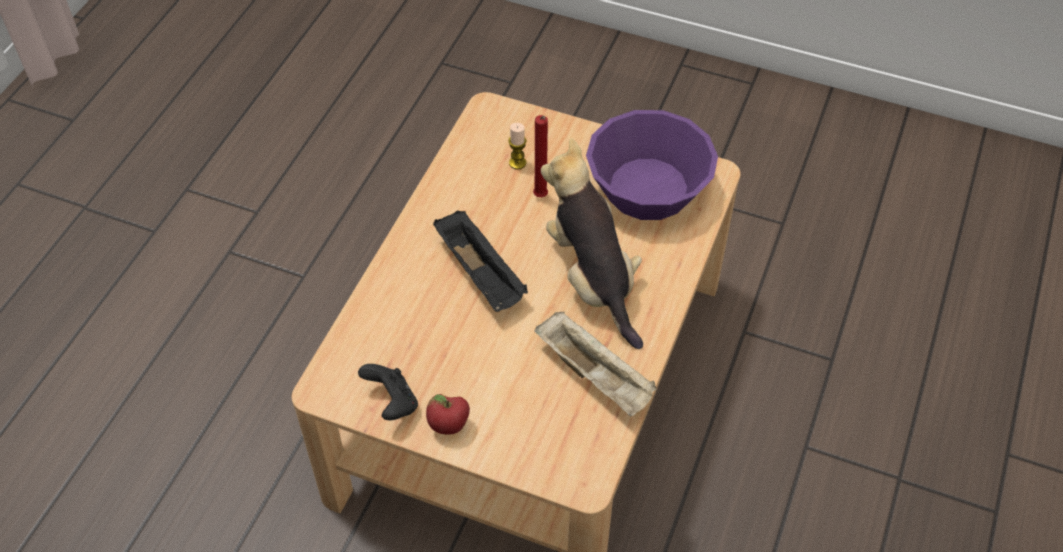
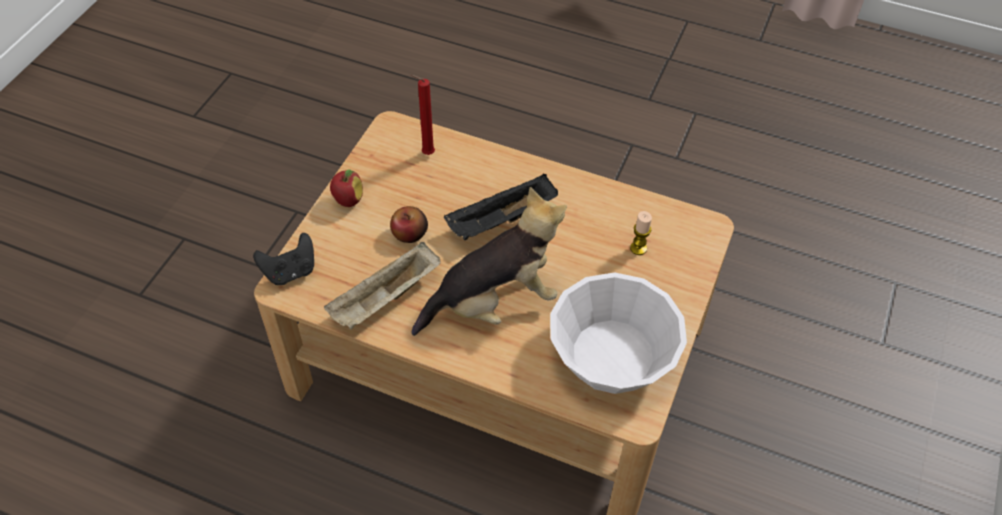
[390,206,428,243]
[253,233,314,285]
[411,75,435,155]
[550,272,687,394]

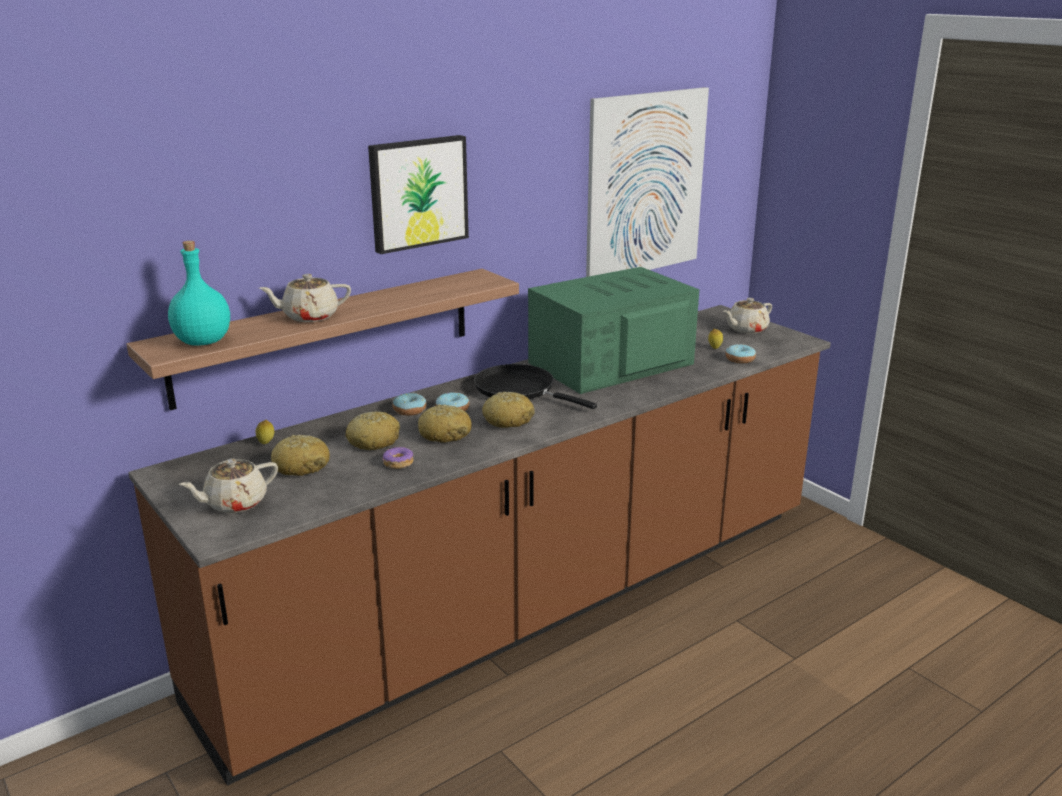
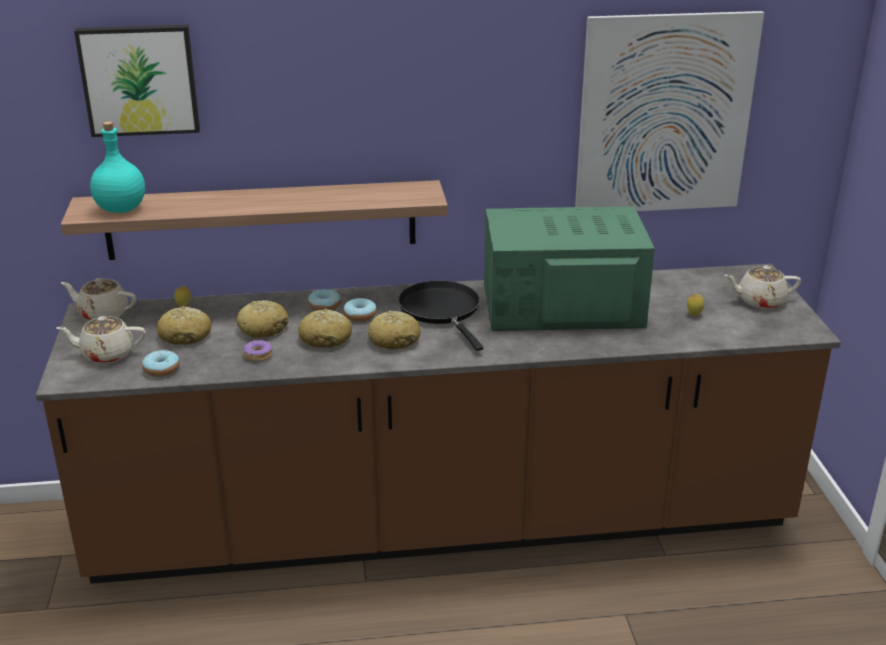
[61,278,136,321]
[74,25,200,137]
[142,350,180,377]

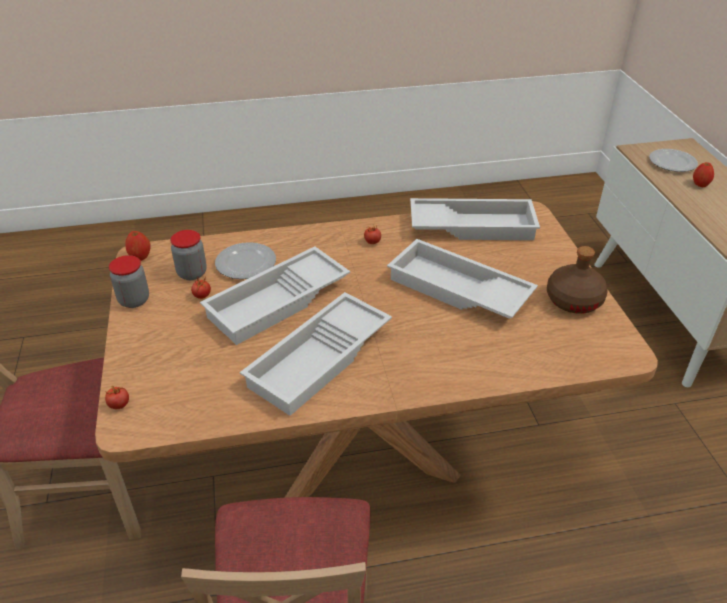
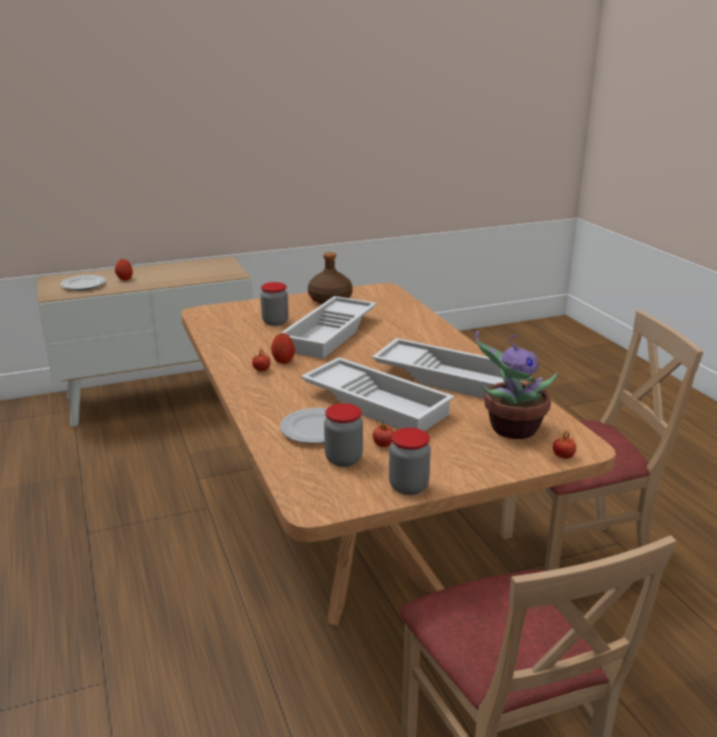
[410,198,540,240] (first image)
[261,282,288,326]
[475,331,558,439]
[271,333,295,364]

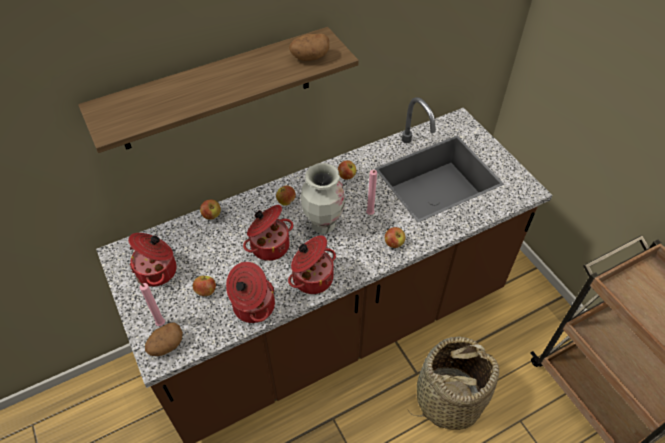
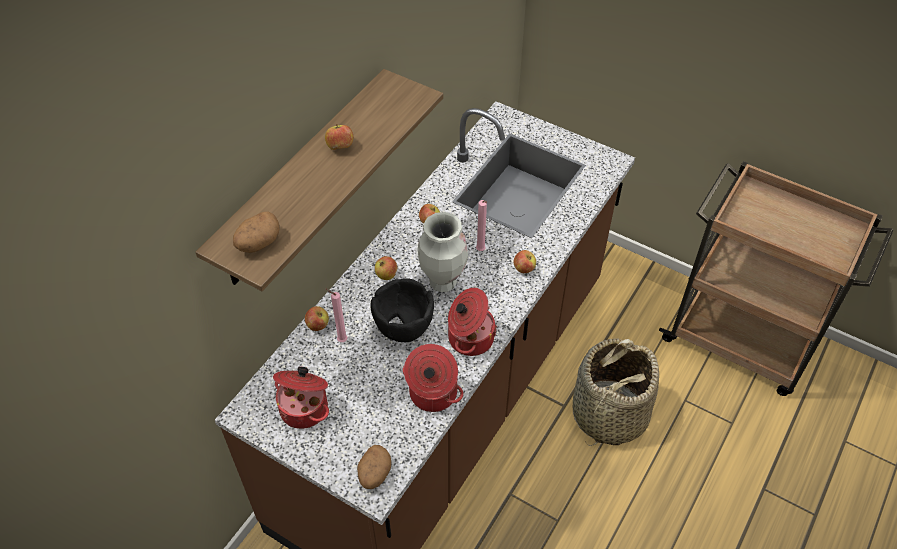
[326,289,347,342]
[325,124,353,150]
[233,211,279,253]
[370,278,434,342]

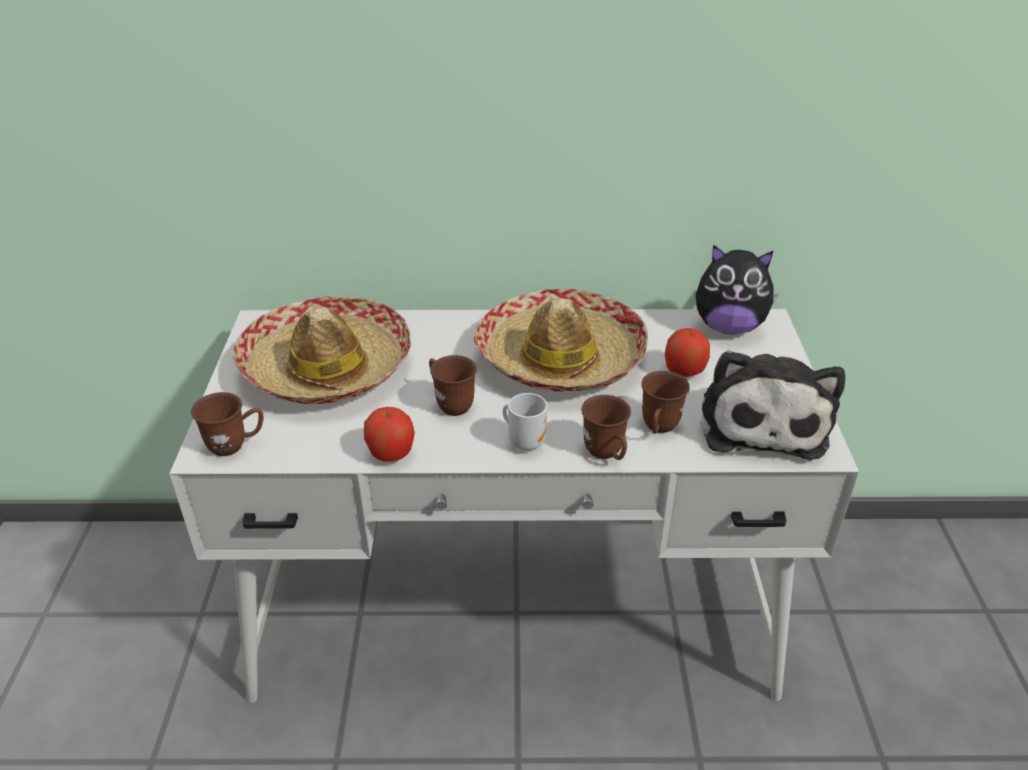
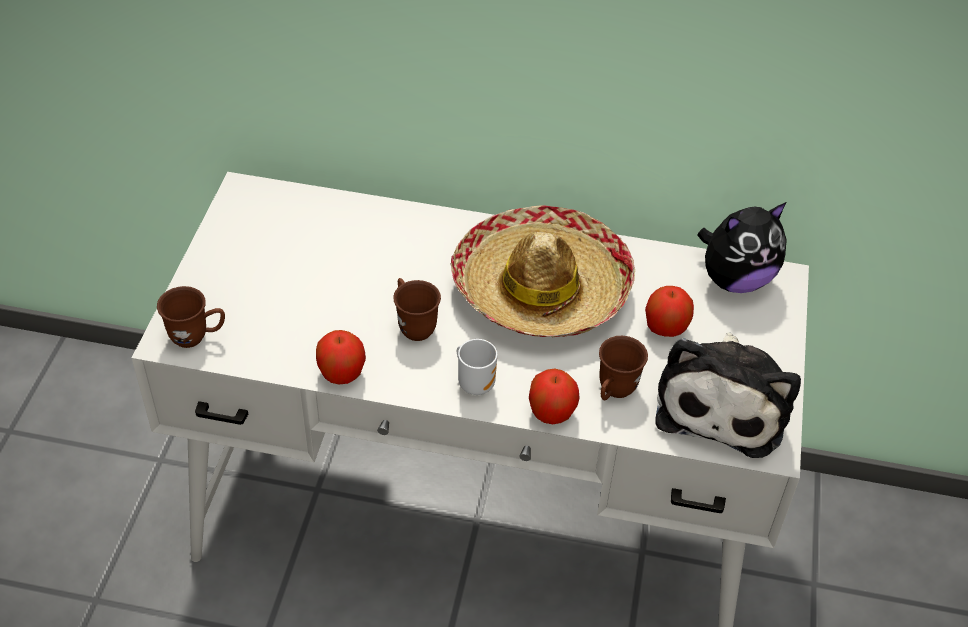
[233,296,411,404] (first image)
[529,368,580,424]
[697,202,787,293]

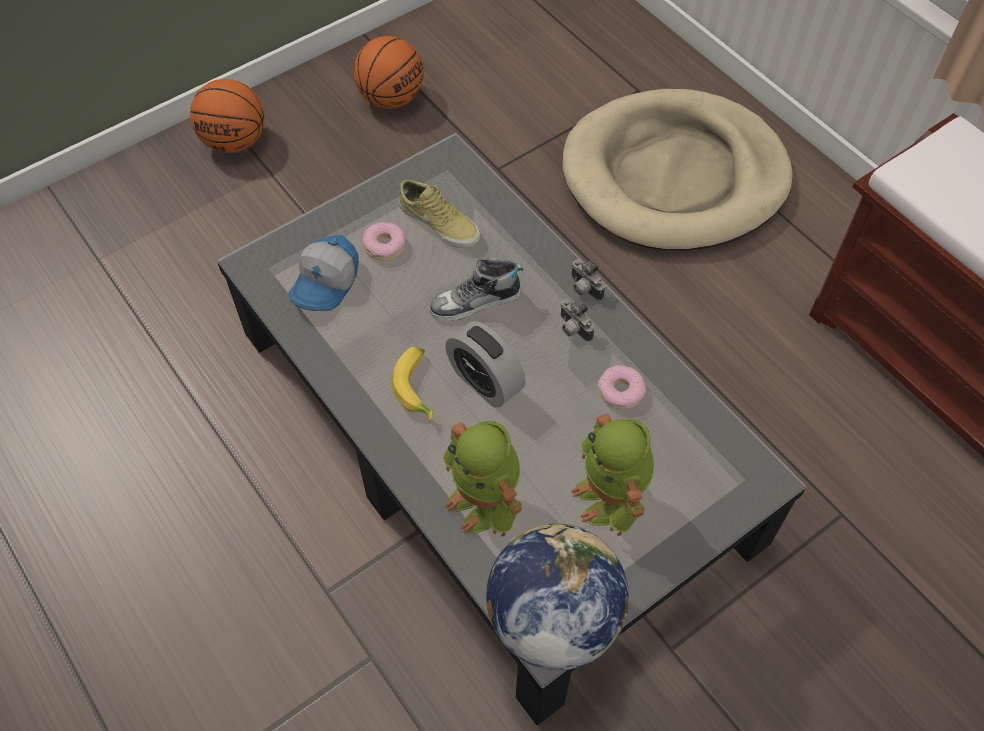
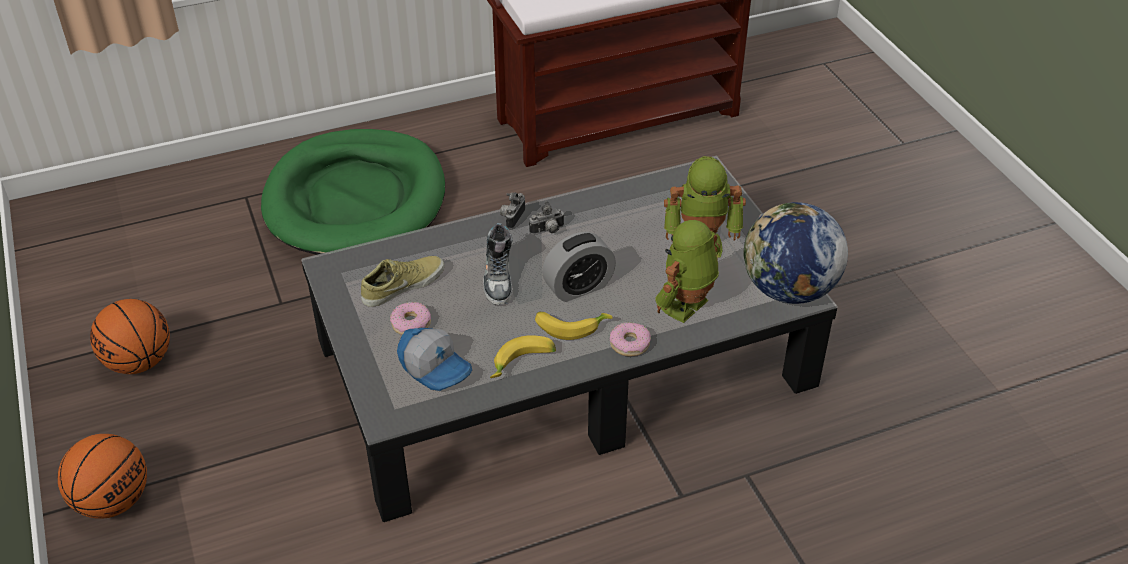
[490,335,556,378]
[610,322,651,357]
[261,129,445,255]
[655,220,720,323]
[500,192,525,229]

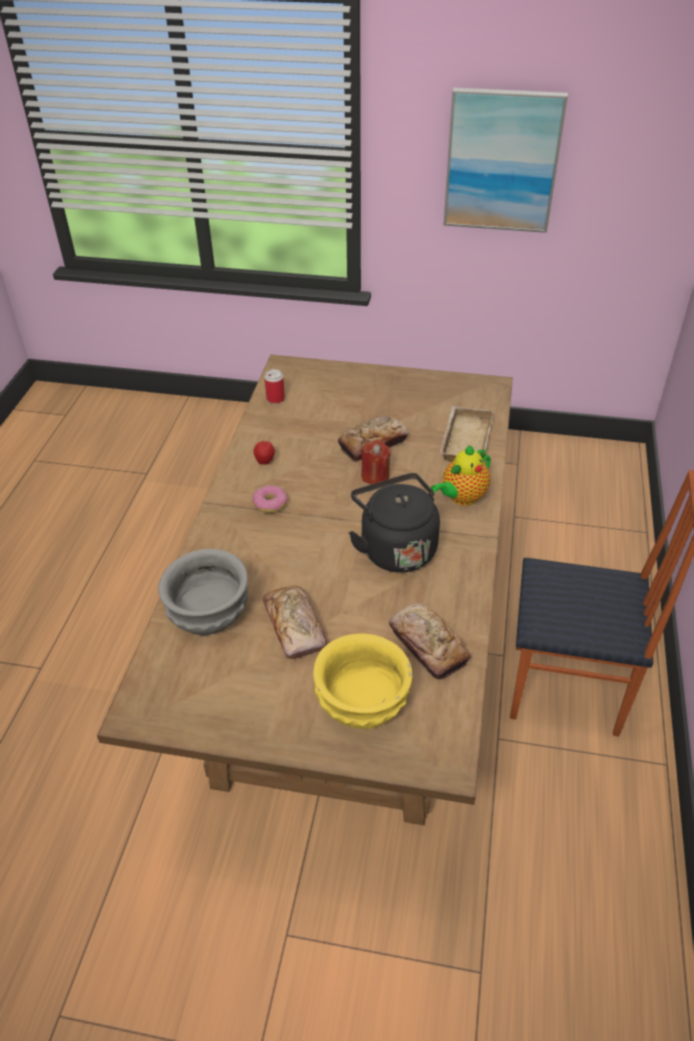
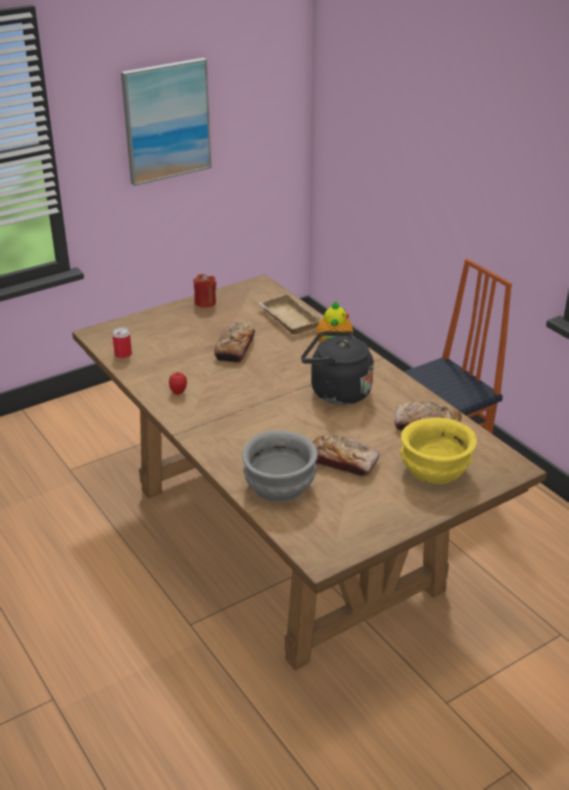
[252,485,288,513] (first image)
[194,274,216,308]

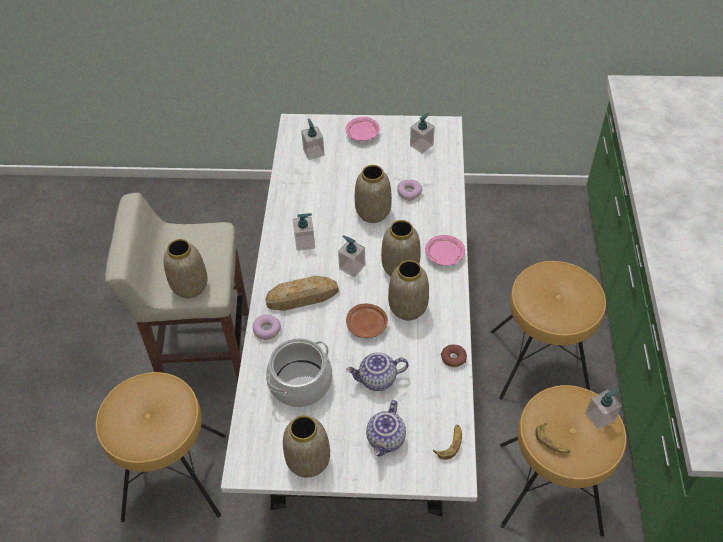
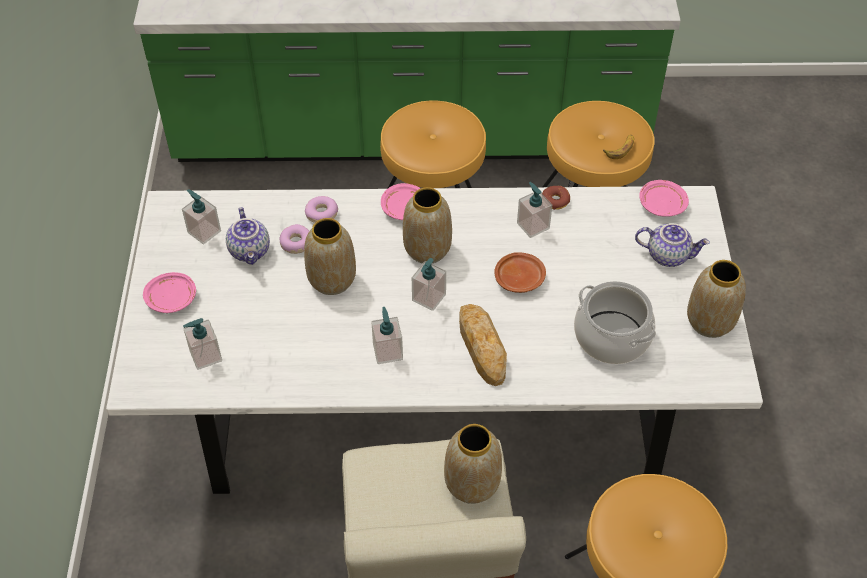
[388,260,429,320] (first image)
[305,196,338,223]
[226,207,270,265]
[517,182,552,238]
[639,180,689,217]

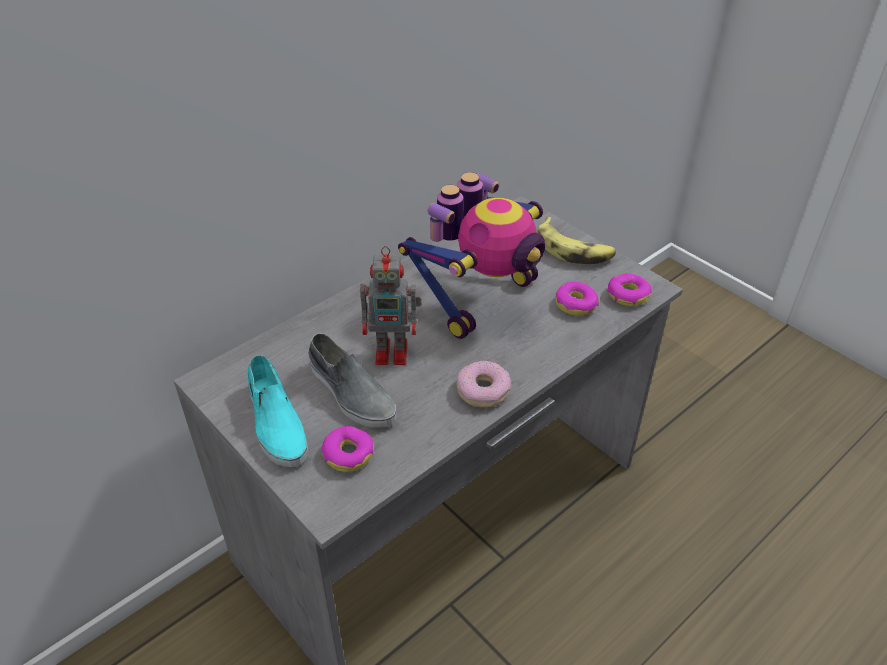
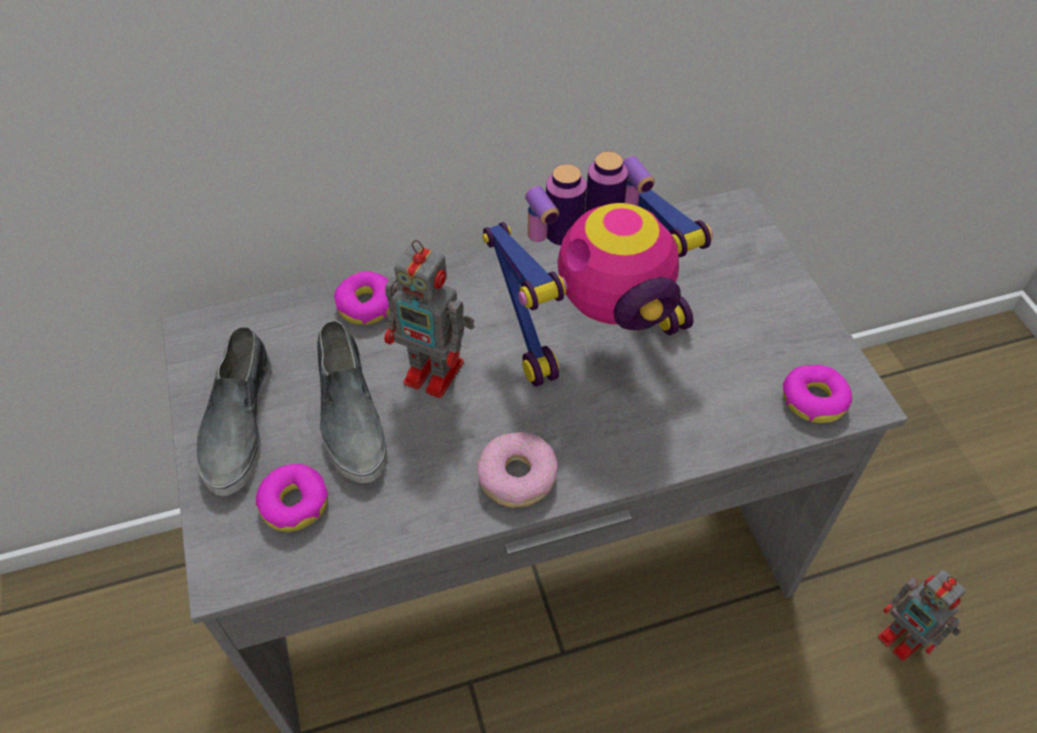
[537,217,616,264] (first image)
[878,570,966,661]
[334,271,390,325]
[197,326,272,496]

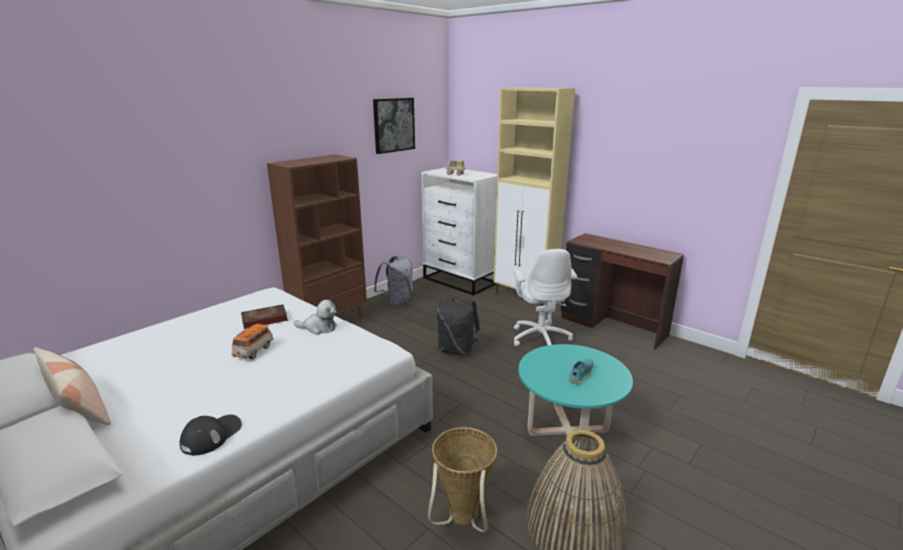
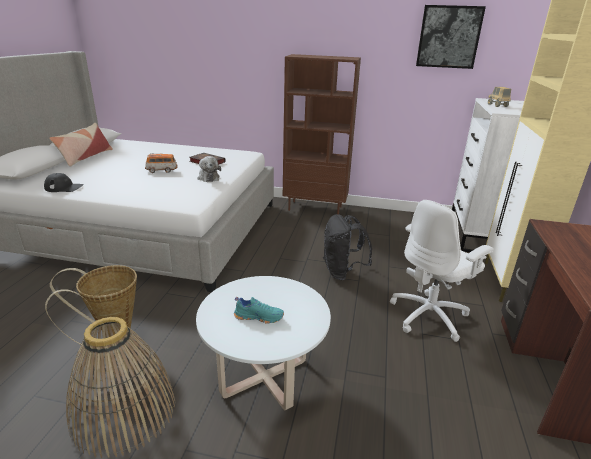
[373,256,413,306] (first image)
[196,276,331,410]

